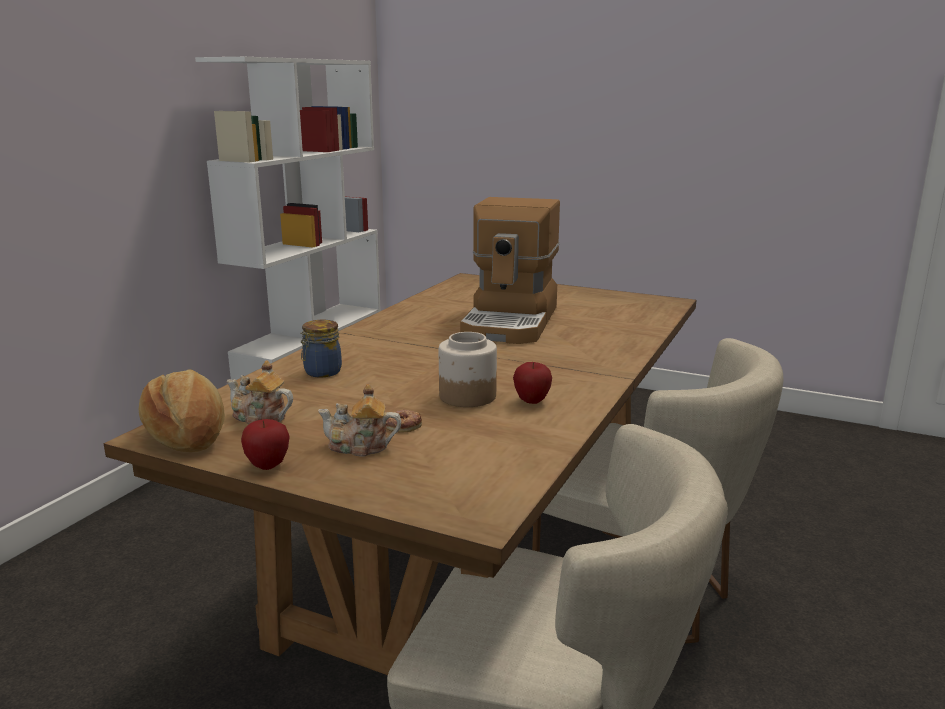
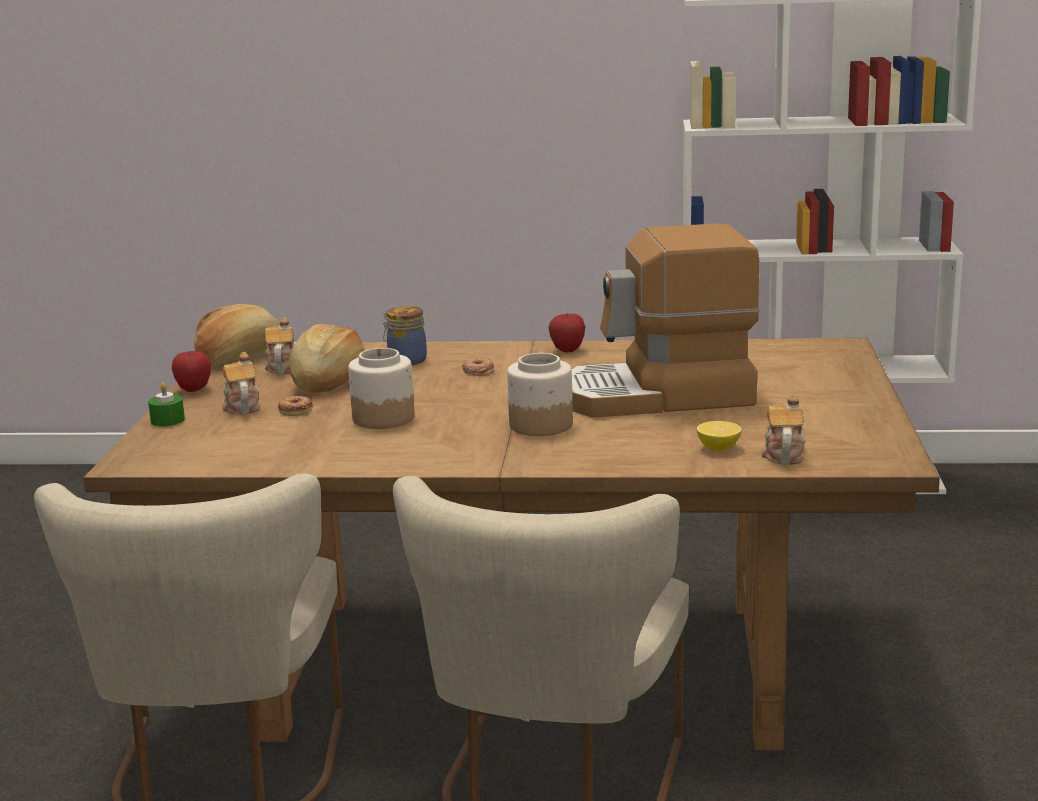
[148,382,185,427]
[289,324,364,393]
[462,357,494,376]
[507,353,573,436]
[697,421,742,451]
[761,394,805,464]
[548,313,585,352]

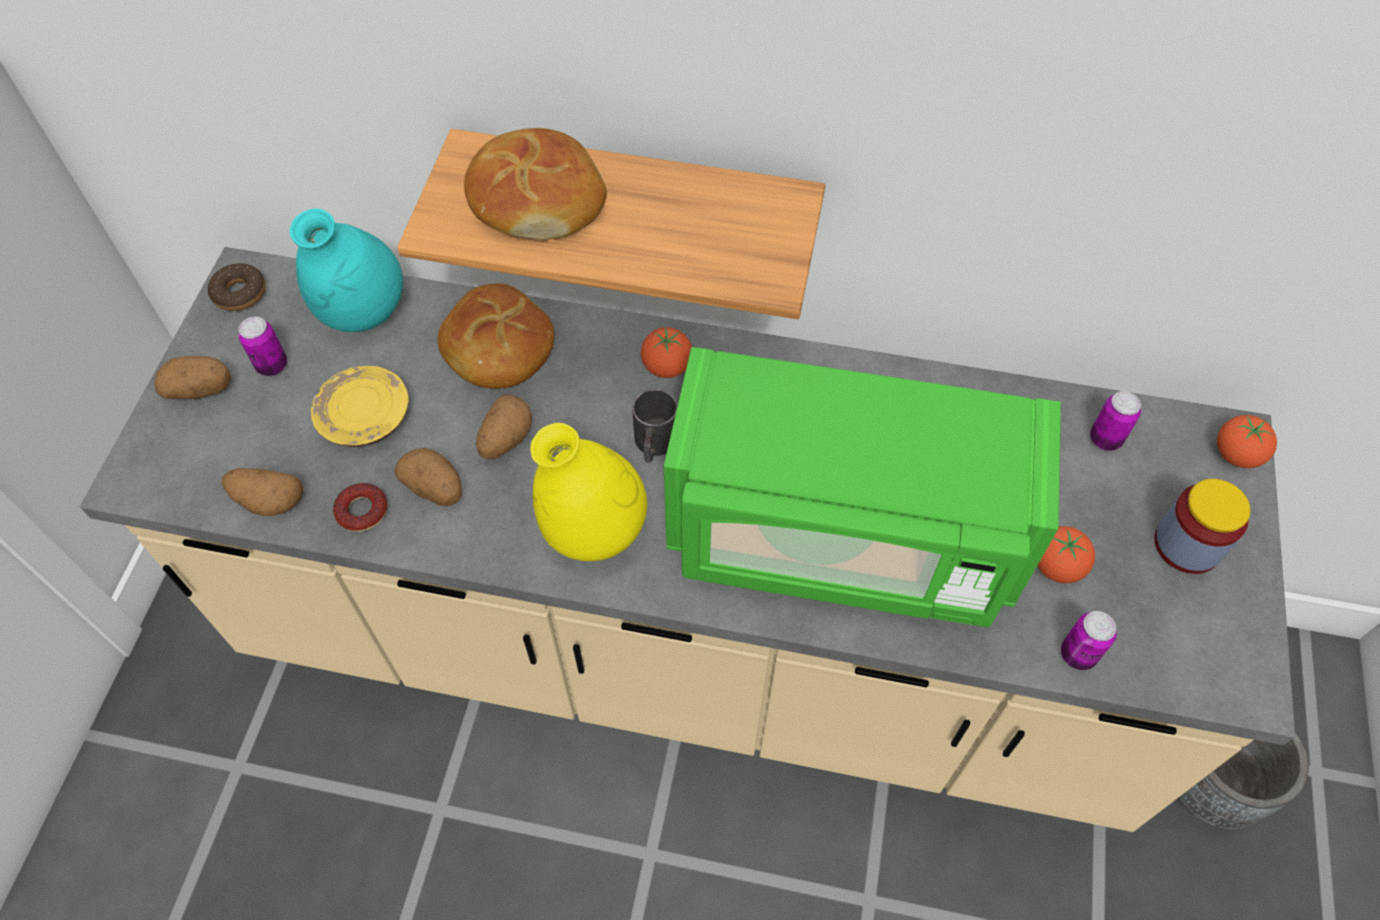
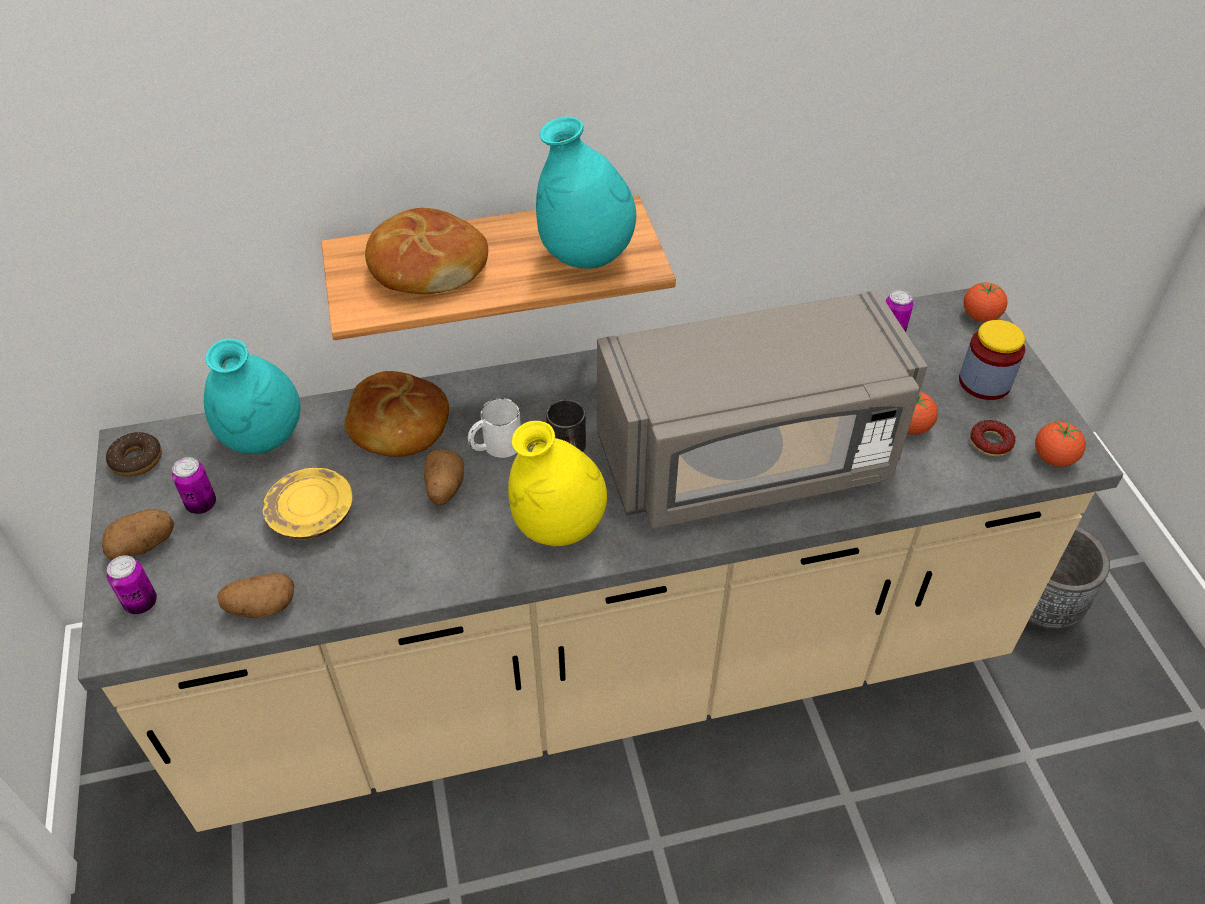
[395,448,462,506] (first image)
[468,398,521,458]
[536,116,636,269]
[970,420,1016,456]
[1035,422,1086,467]
[107,555,157,614]
[597,290,927,528]

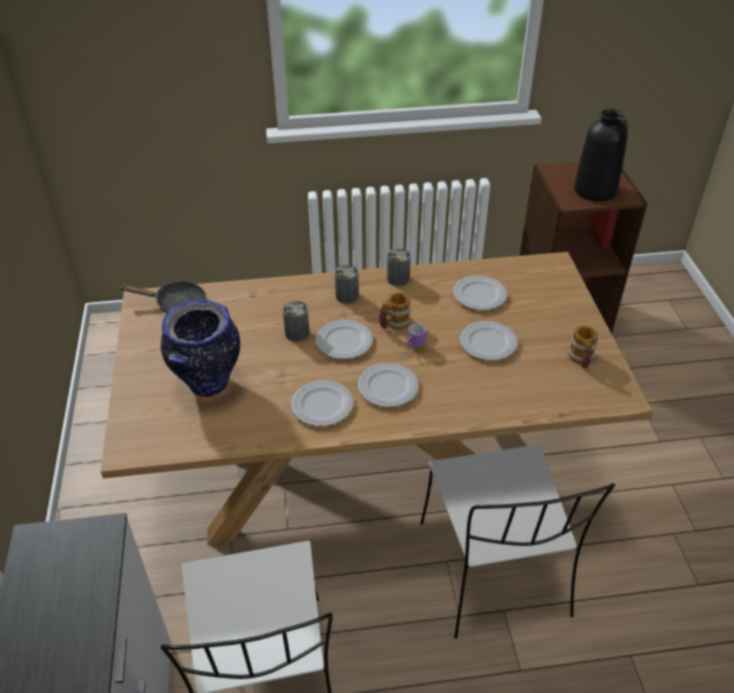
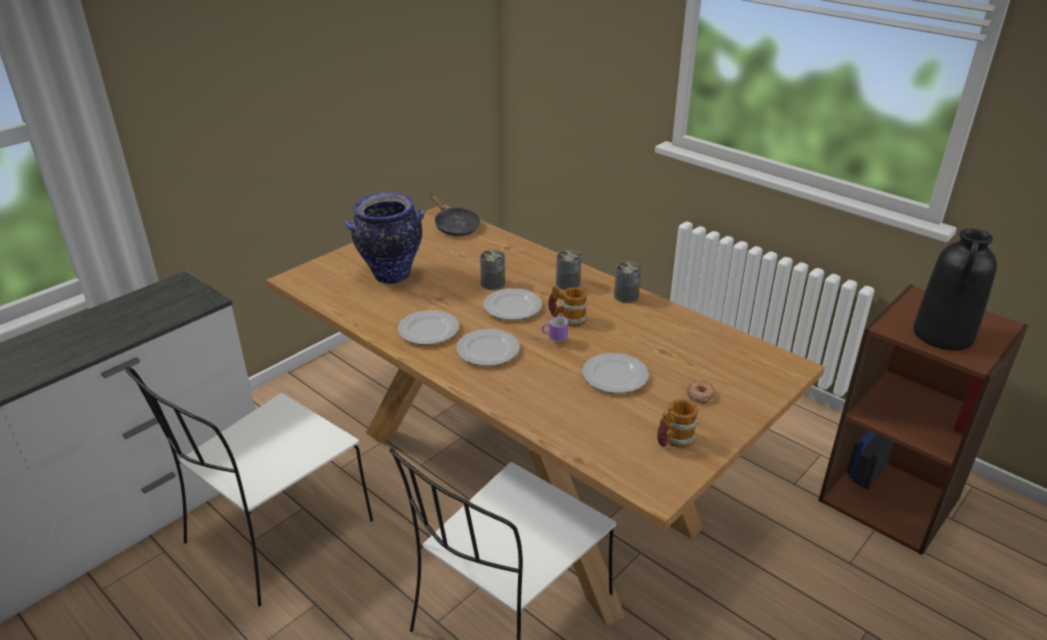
[453,276,507,310] (first image)
[687,380,715,404]

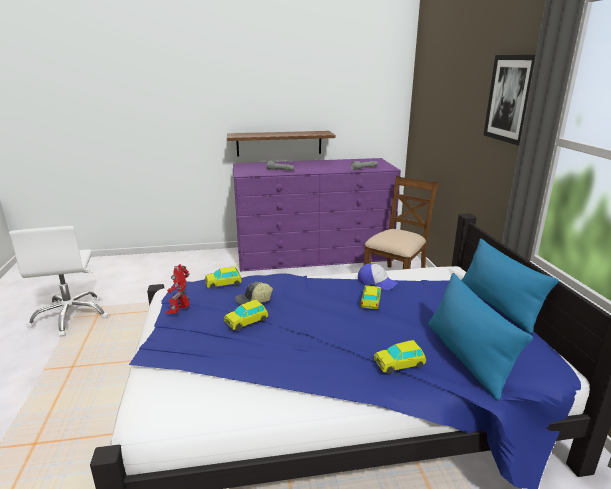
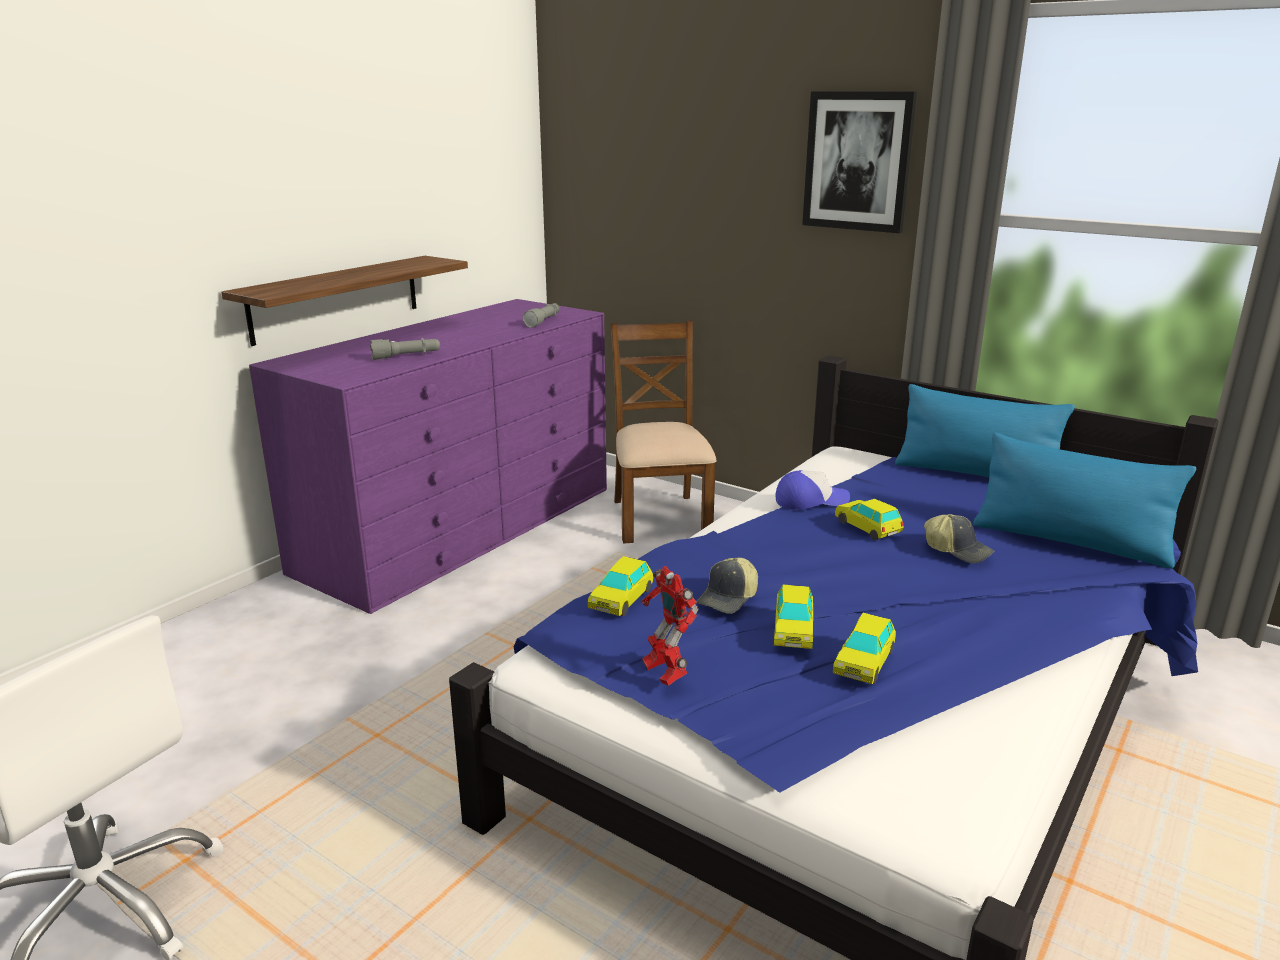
[924,514,995,563]
[833,613,896,684]

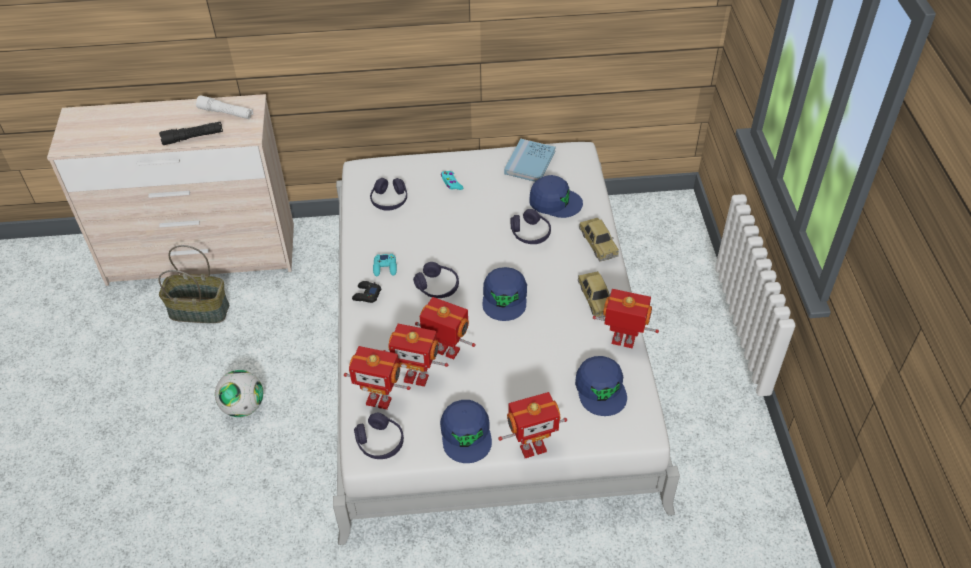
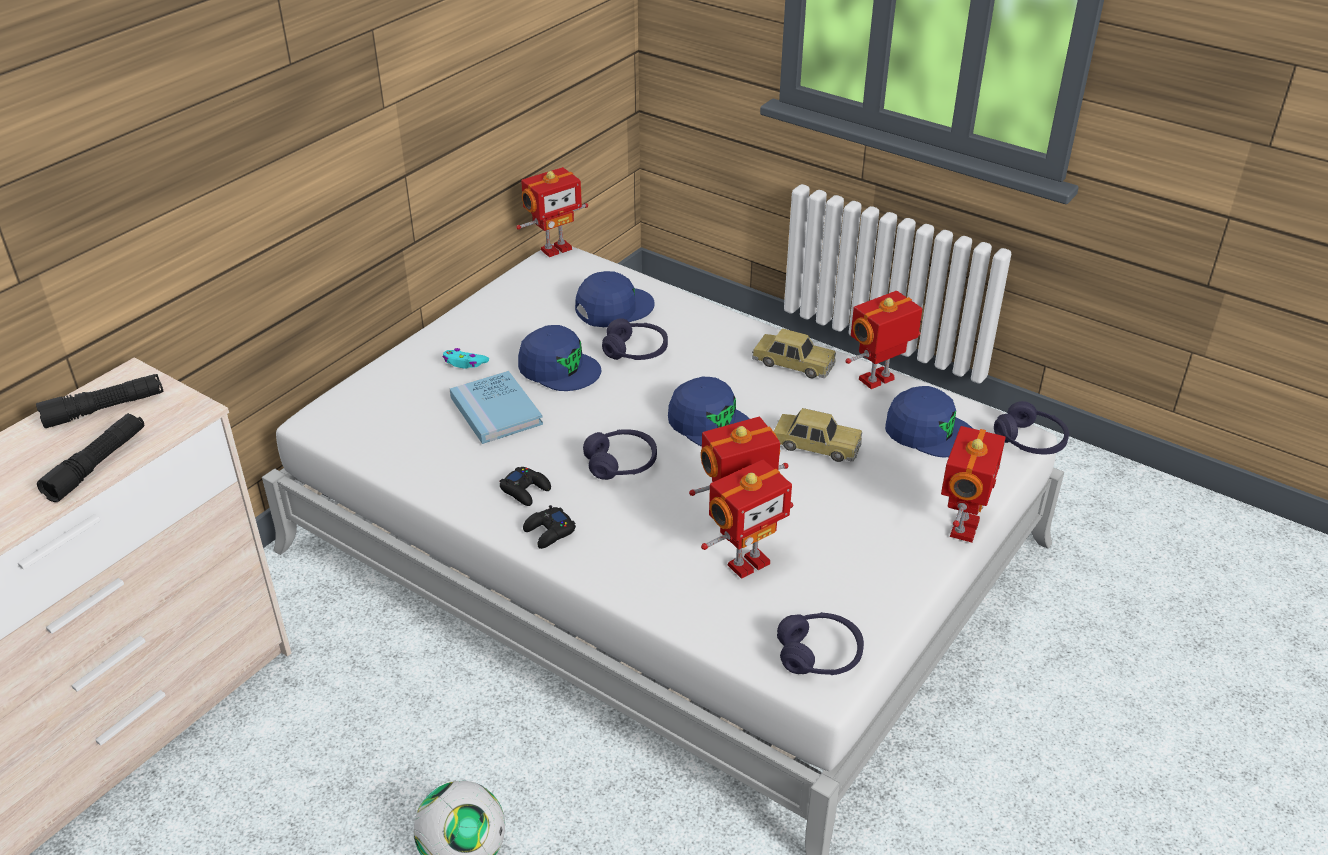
[158,245,229,323] (first image)
[516,167,588,257]
[994,401,1069,454]
[518,325,601,391]
[450,371,543,444]
[774,408,862,462]
[36,374,164,428]
[499,467,551,506]

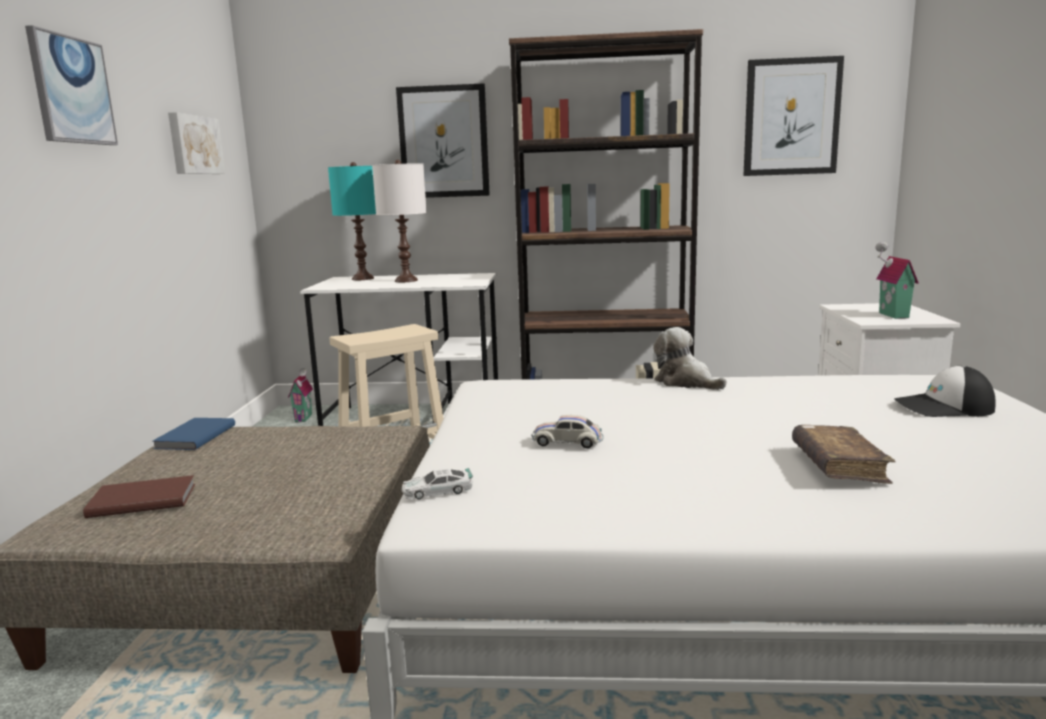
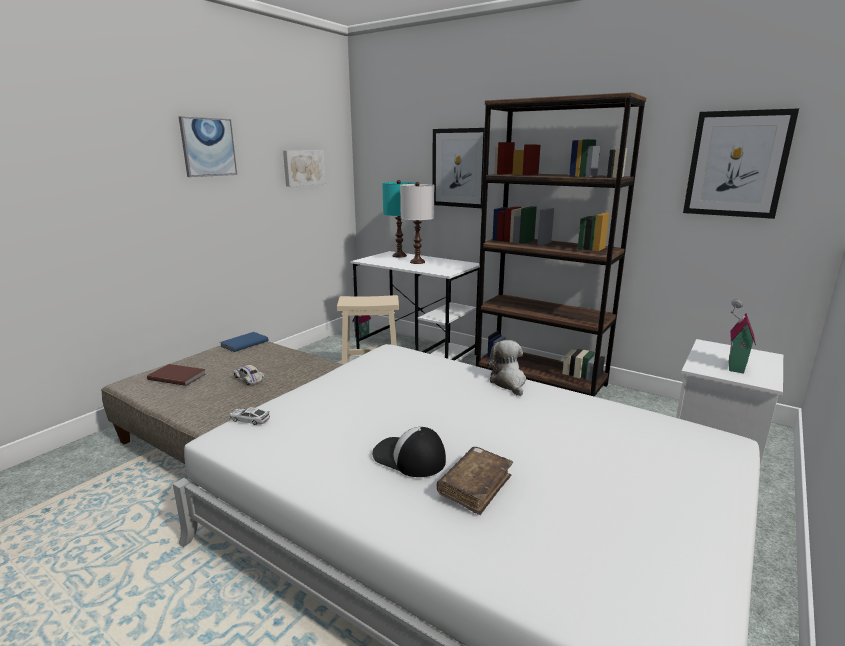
[233,365,265,385]
[372,427,446,477]

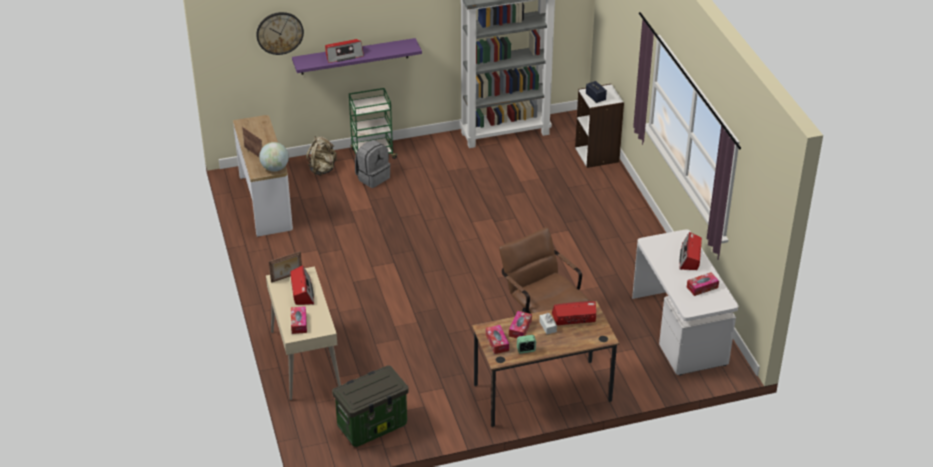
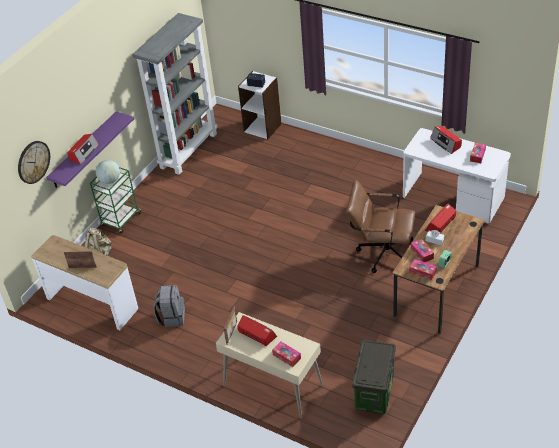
[96,160,120,184]
[153,285,185,327]

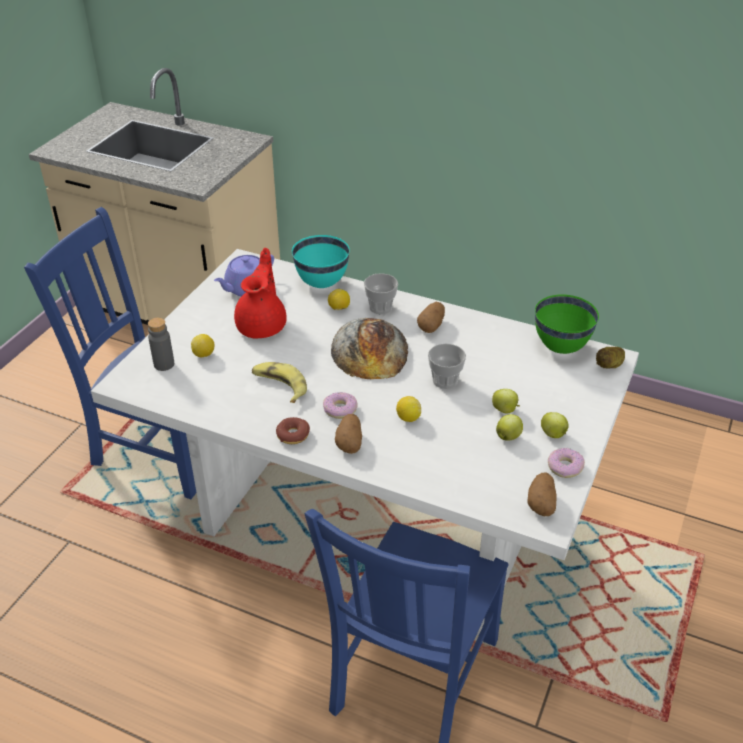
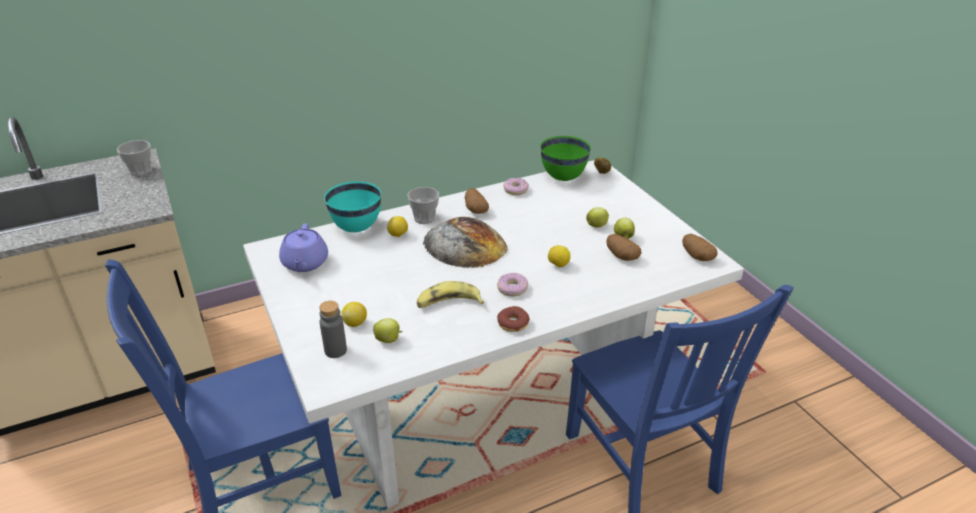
[234,248,287,338] (first image)
[606,234,641,261]
[117,140,152,176]
[373,318,402,343]
[503,178,529,195]

